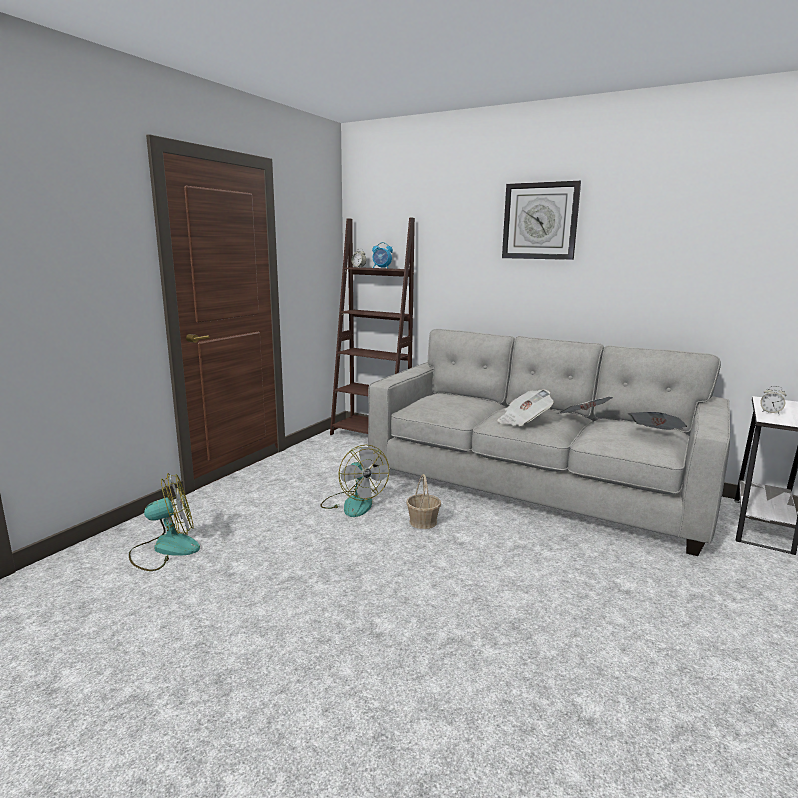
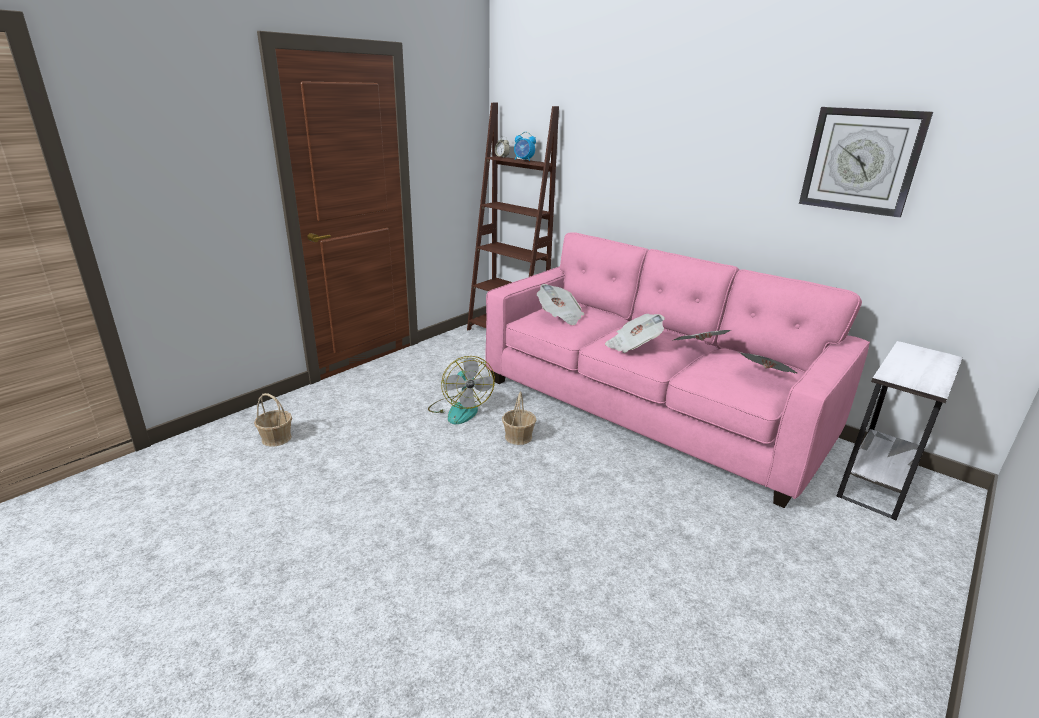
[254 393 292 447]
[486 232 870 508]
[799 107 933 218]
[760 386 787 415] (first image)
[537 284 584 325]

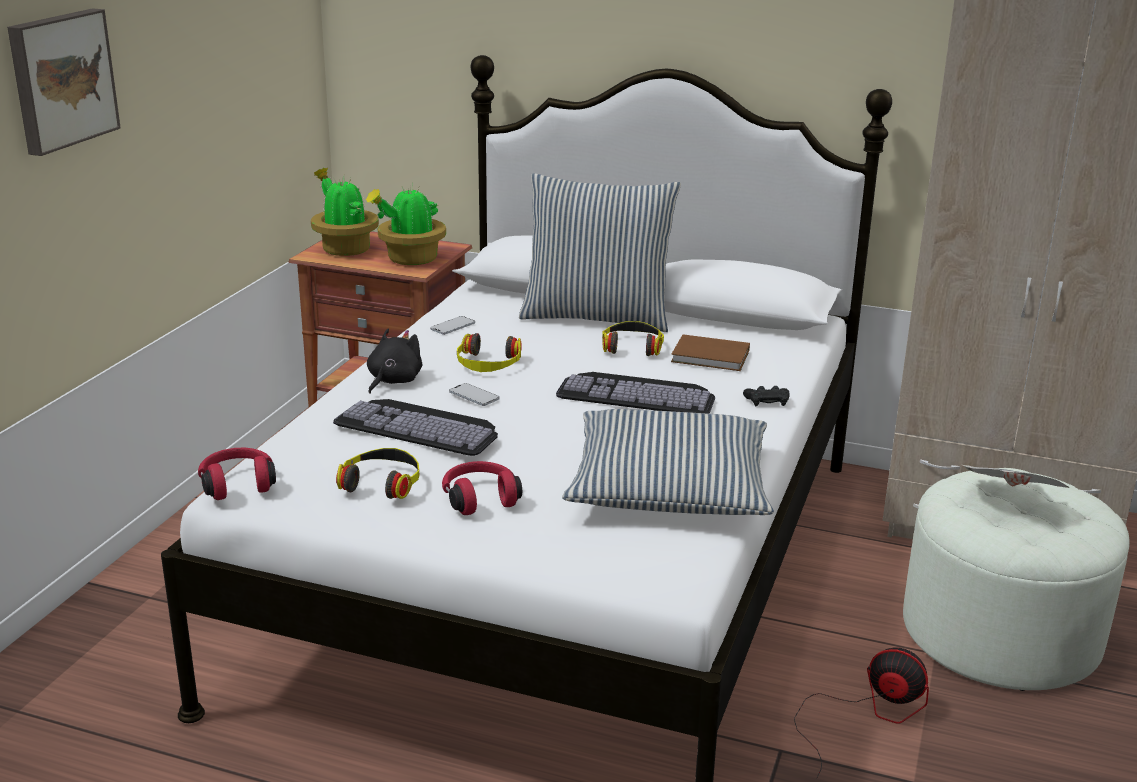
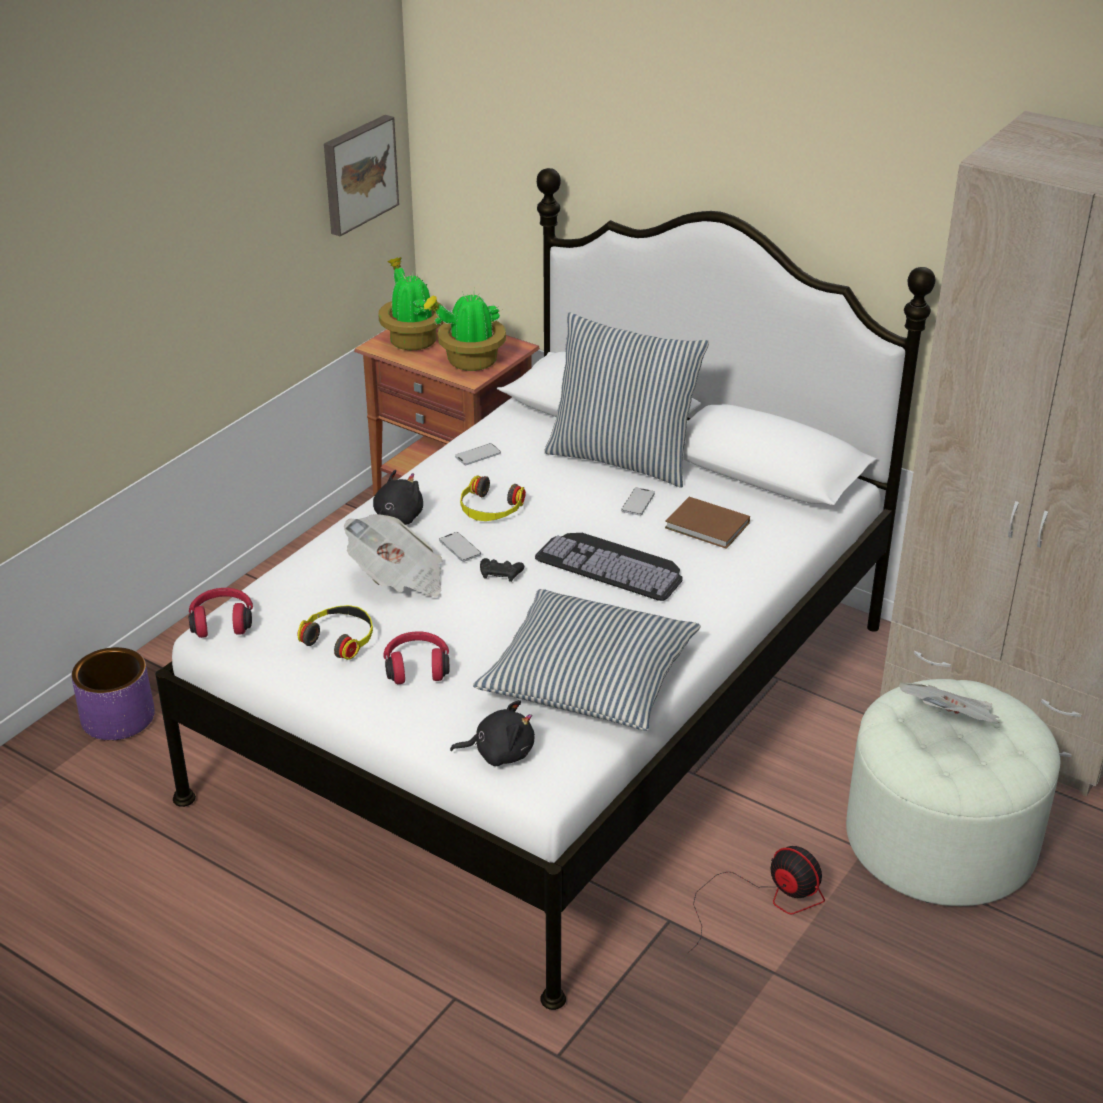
[324 115 399 236]
[344 514 442 597]
[621 487 655 516]
[480 558 524 582]
[71 647 155 741]
[450 700 535 766]

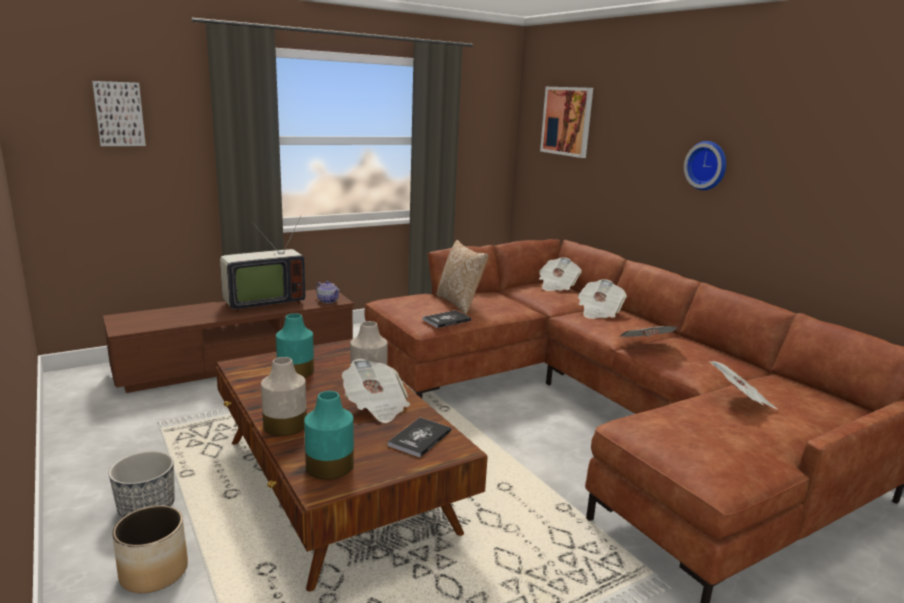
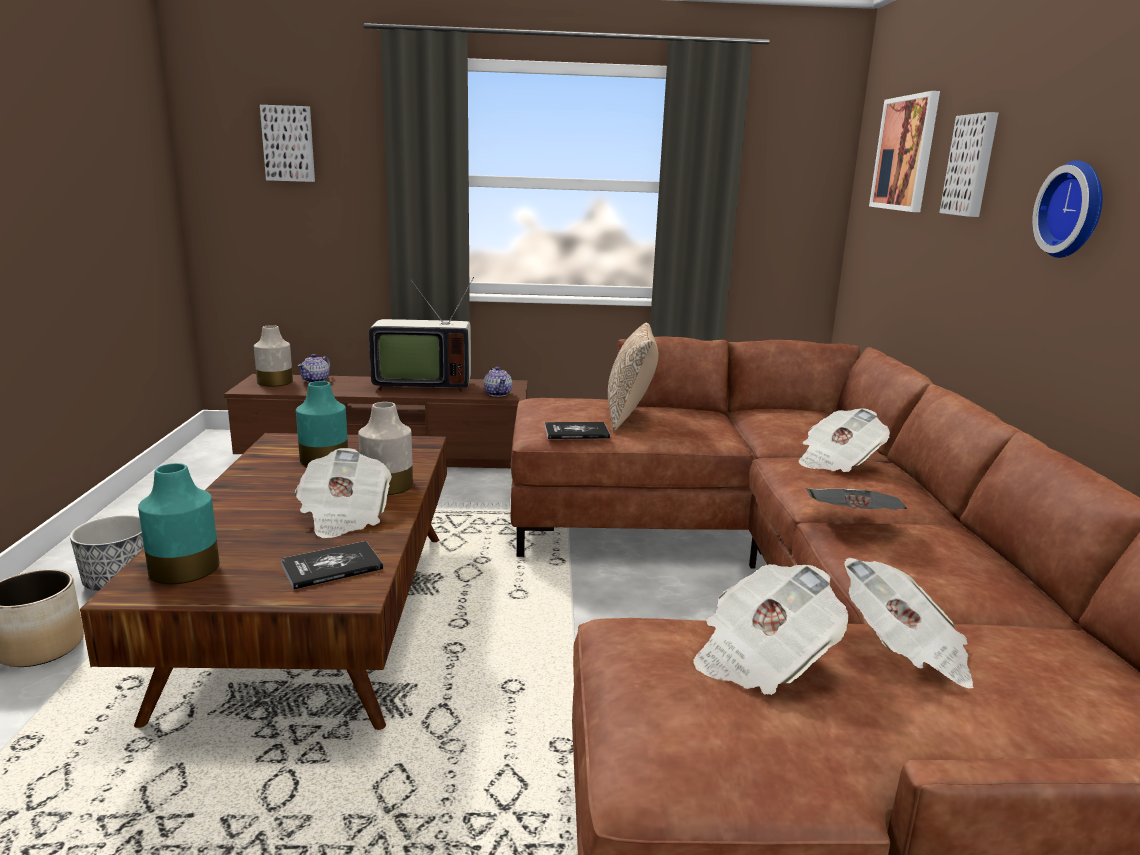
[254 325 293 386]
[693 564 848 695]
[298 354 330 383]
[940 112 998 217]

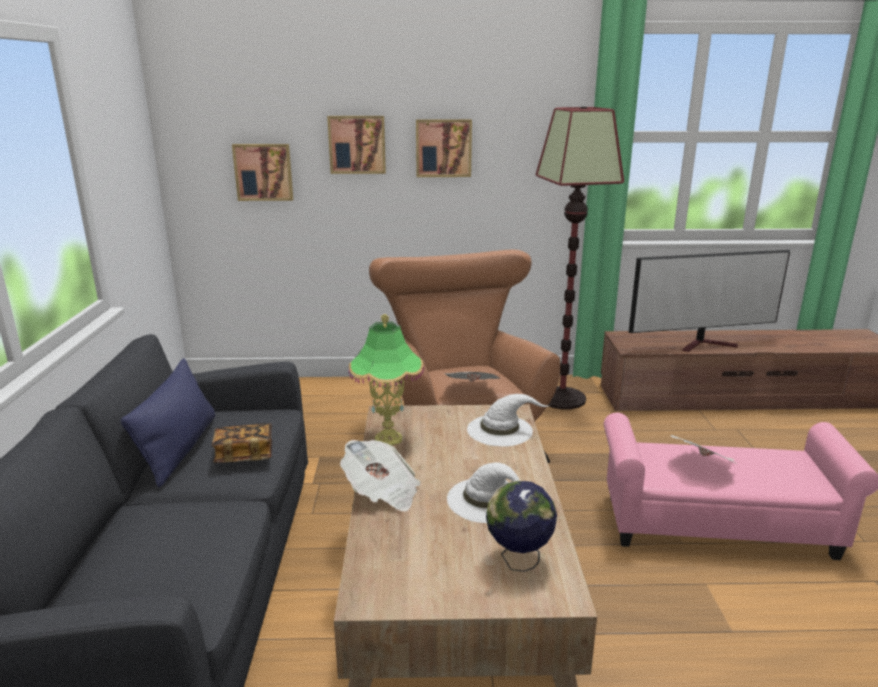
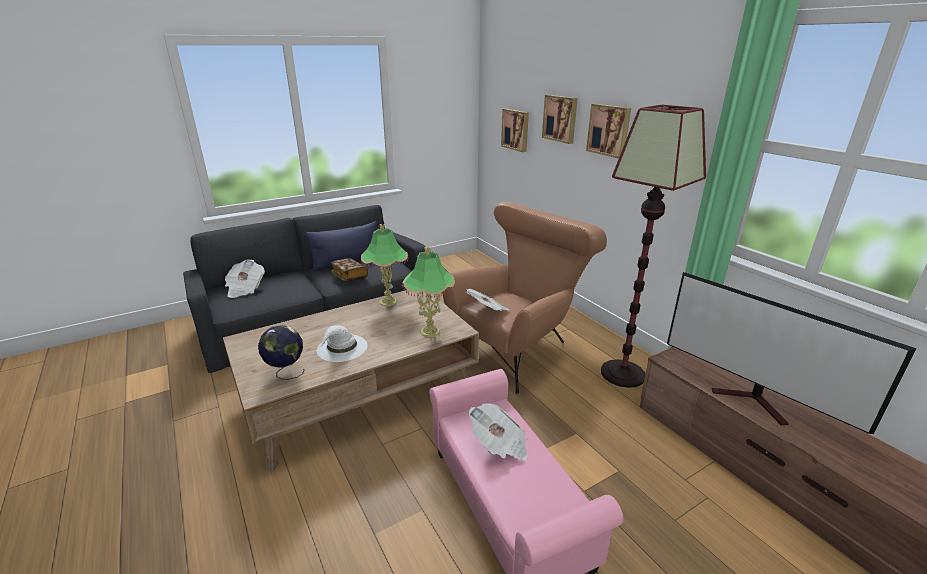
[225 260 265 298]
[402 246 456 337]

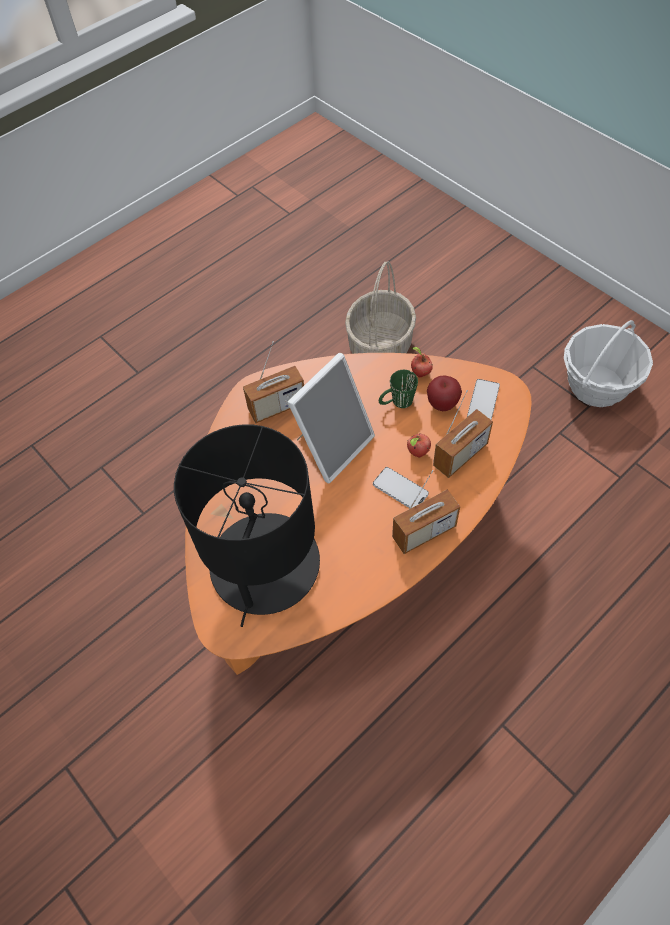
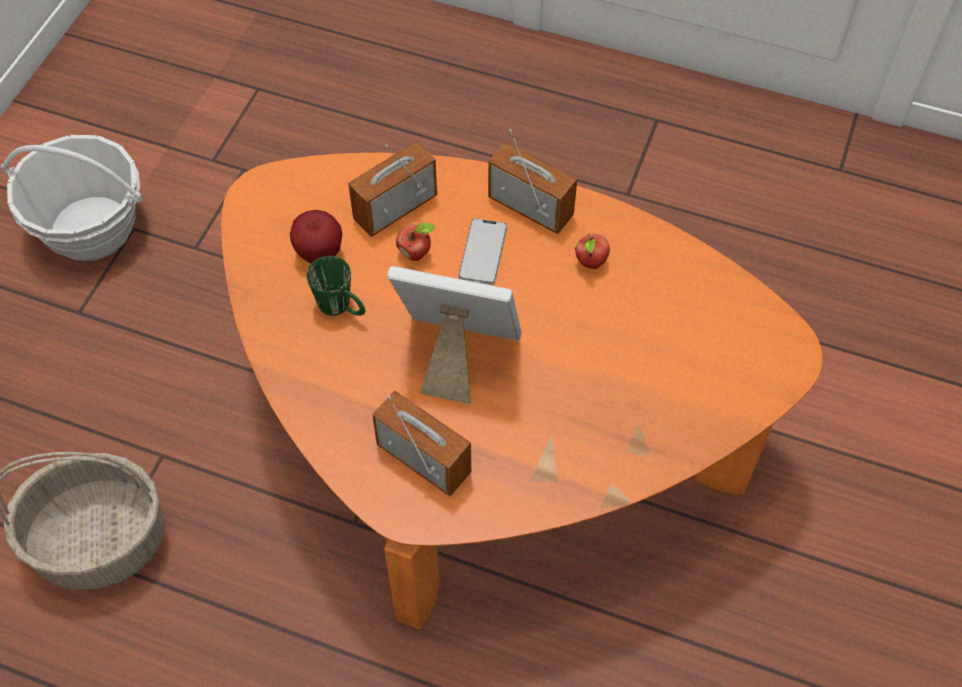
[174 424 320 627] (first image)
[575 234 610 269]
[348 141 437 237]
[467 379 500 420] (first image)

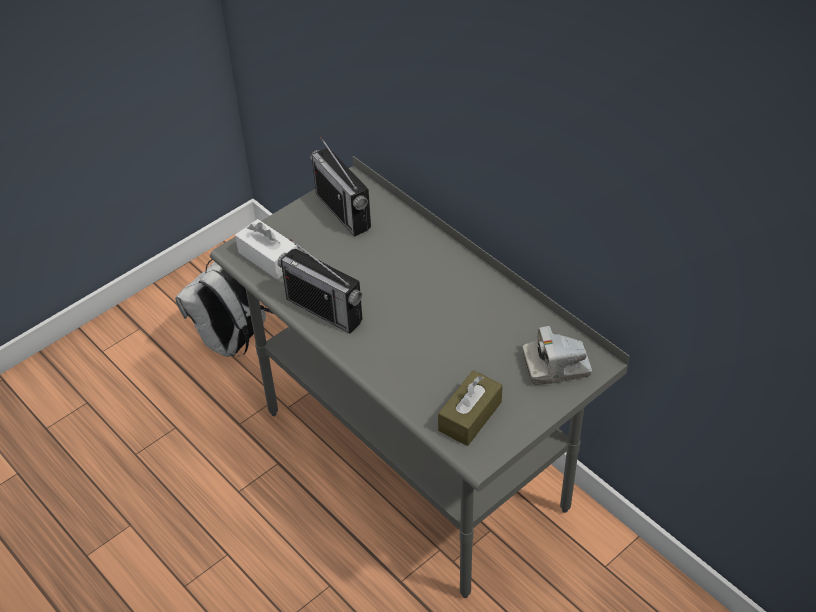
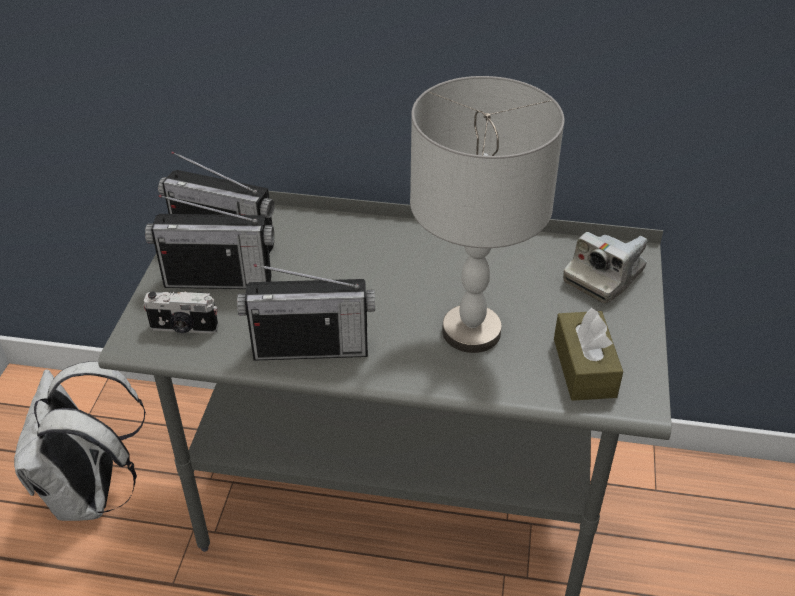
[143 292 218 334]
[145 195 274 289]
[410 76 565 353]

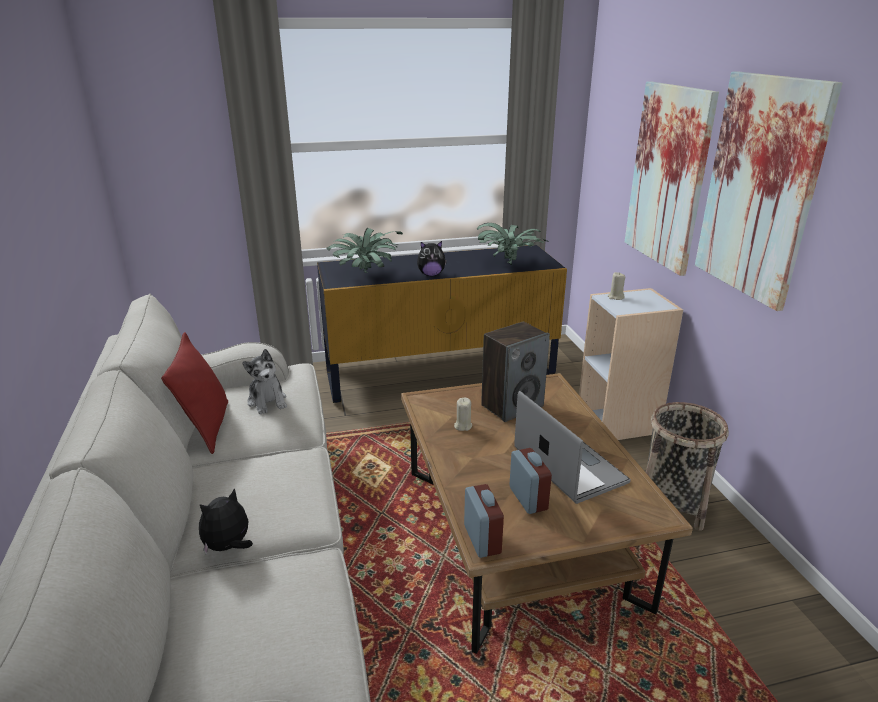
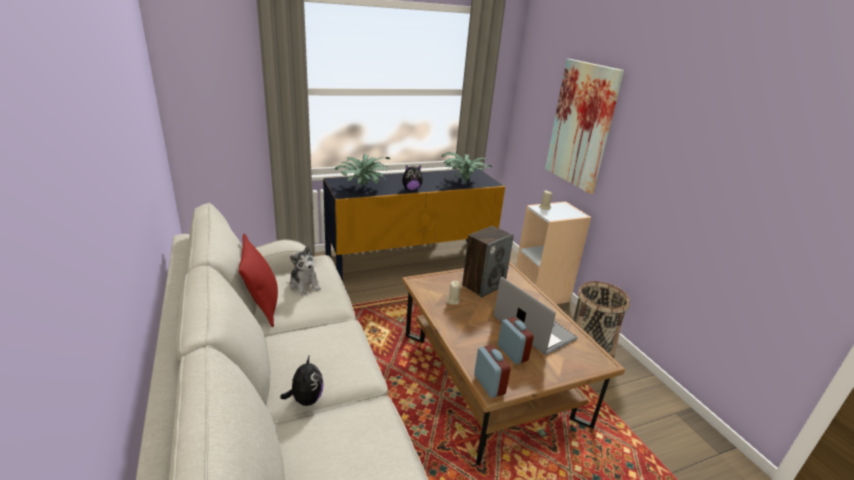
[280 356 323 406]
[695 71 842 311] (first image)

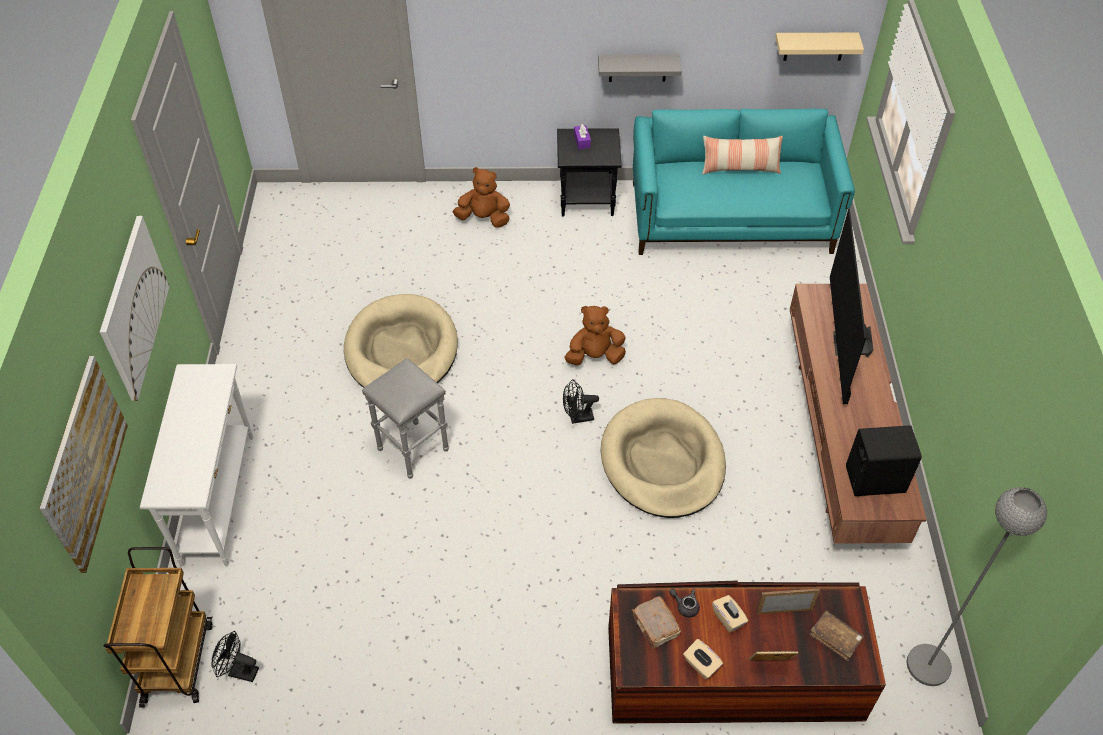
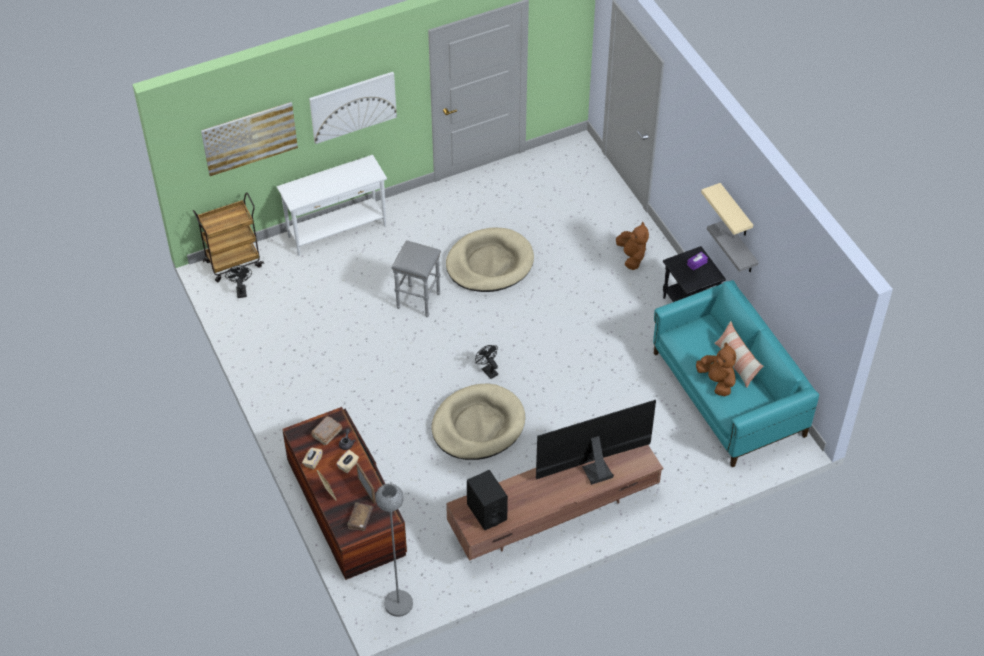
[696 342 736 396]
[701 183 753 236]

